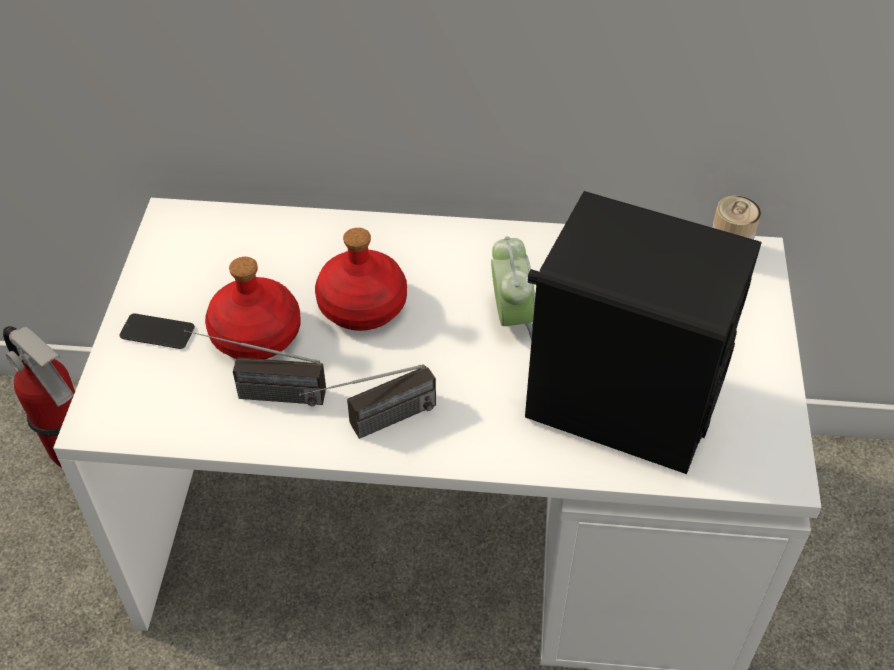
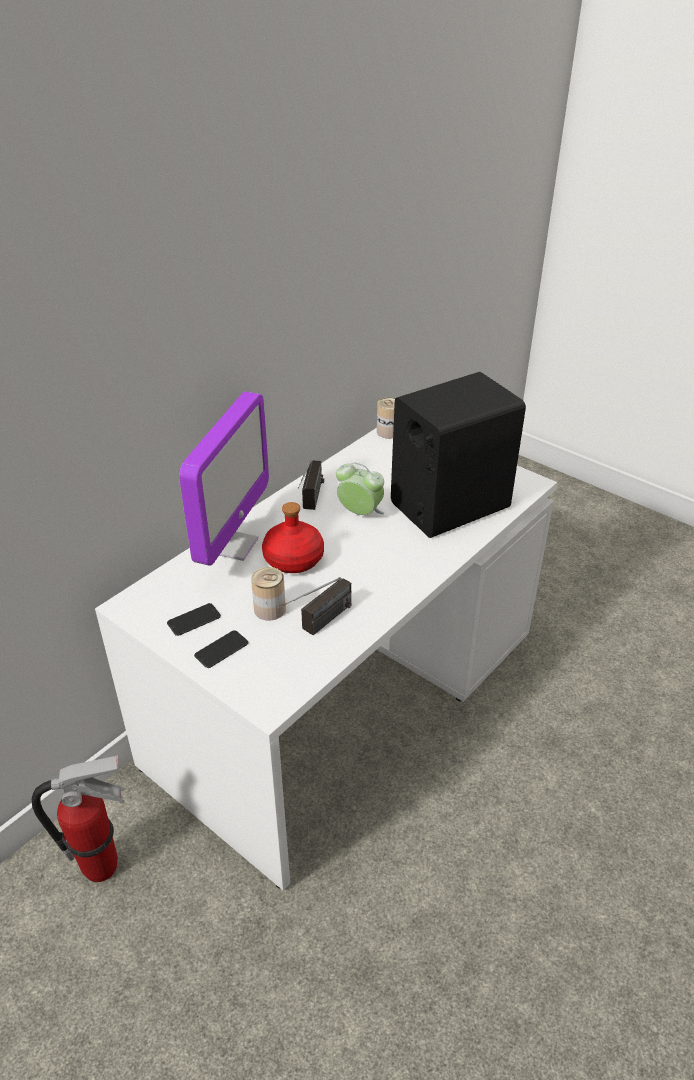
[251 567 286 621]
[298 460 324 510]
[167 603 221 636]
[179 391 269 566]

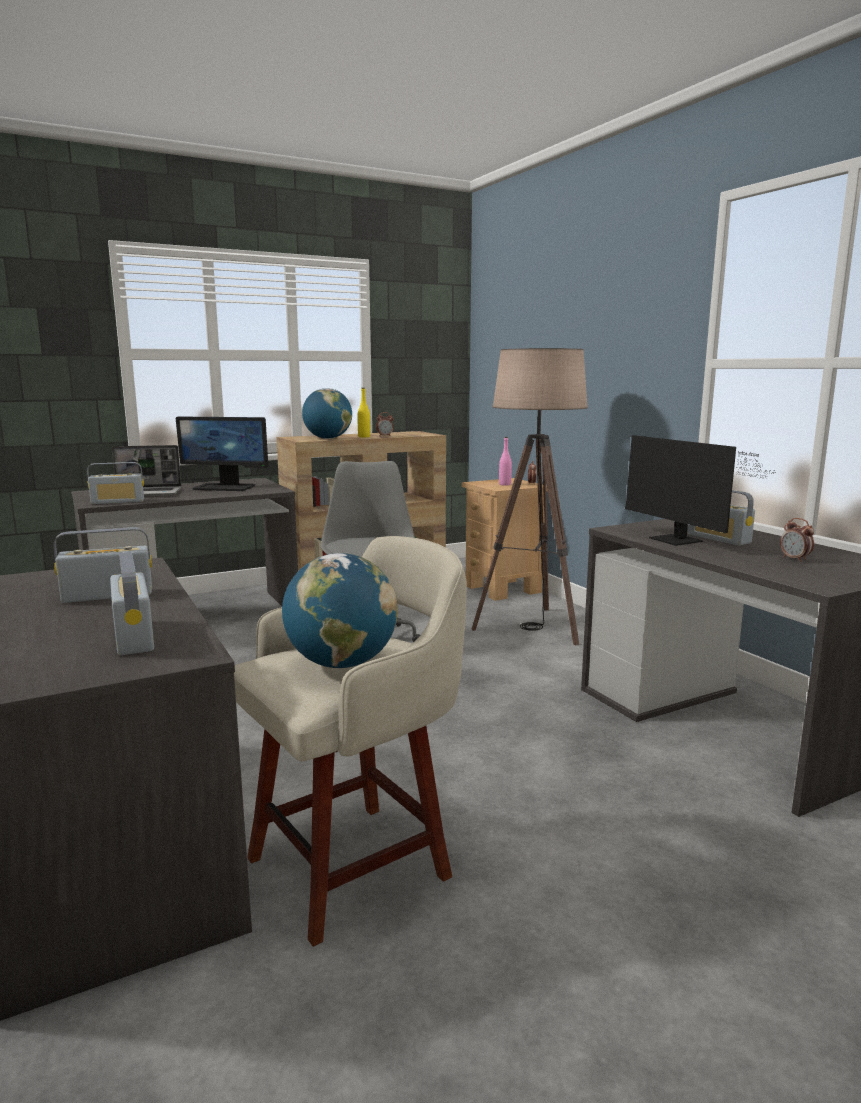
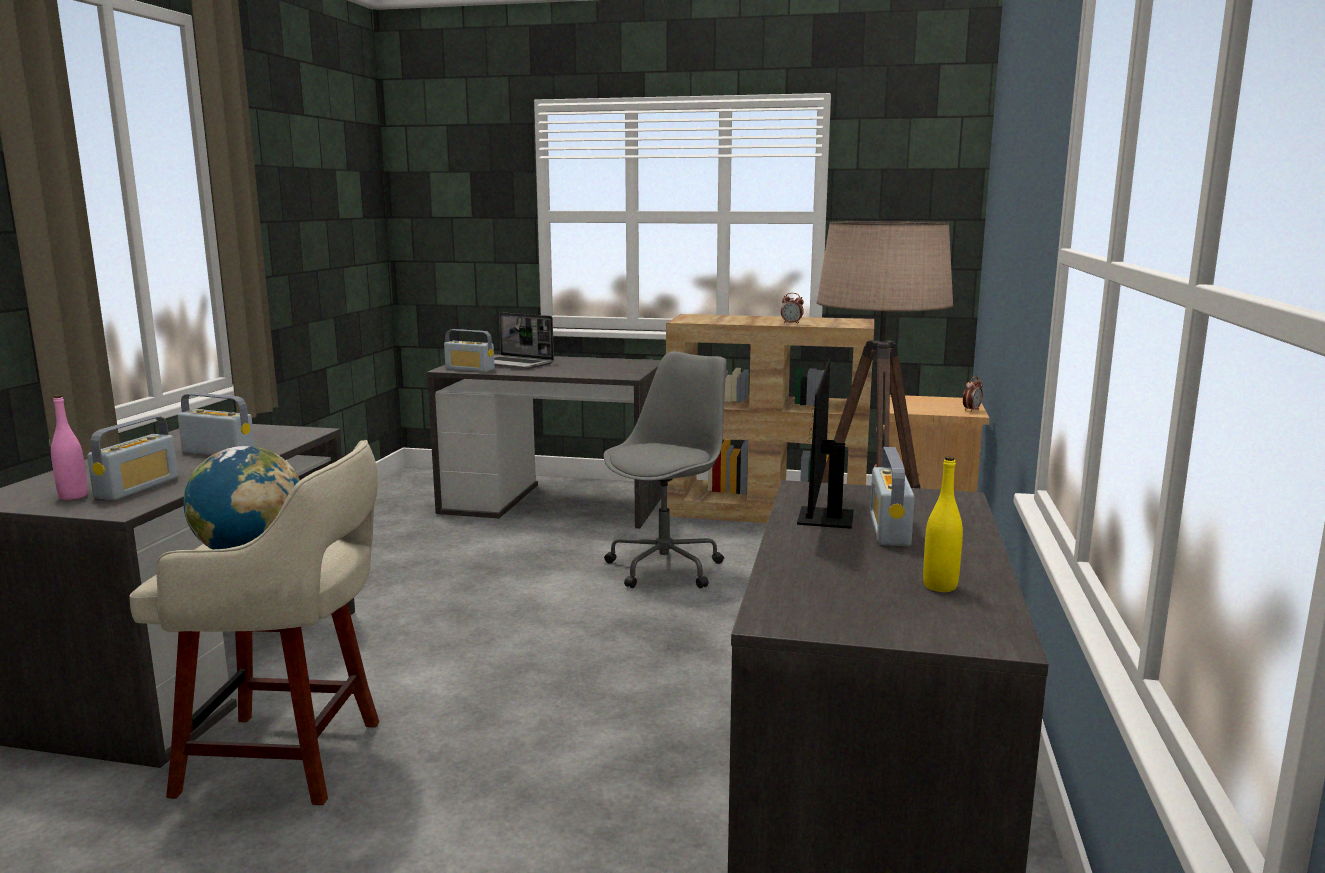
[176 417 268 491] (first image)
[302 388 352 439] (first image)
[923 456 963 592]
[51 395 88 500]
[780 518 814 562] (first image)

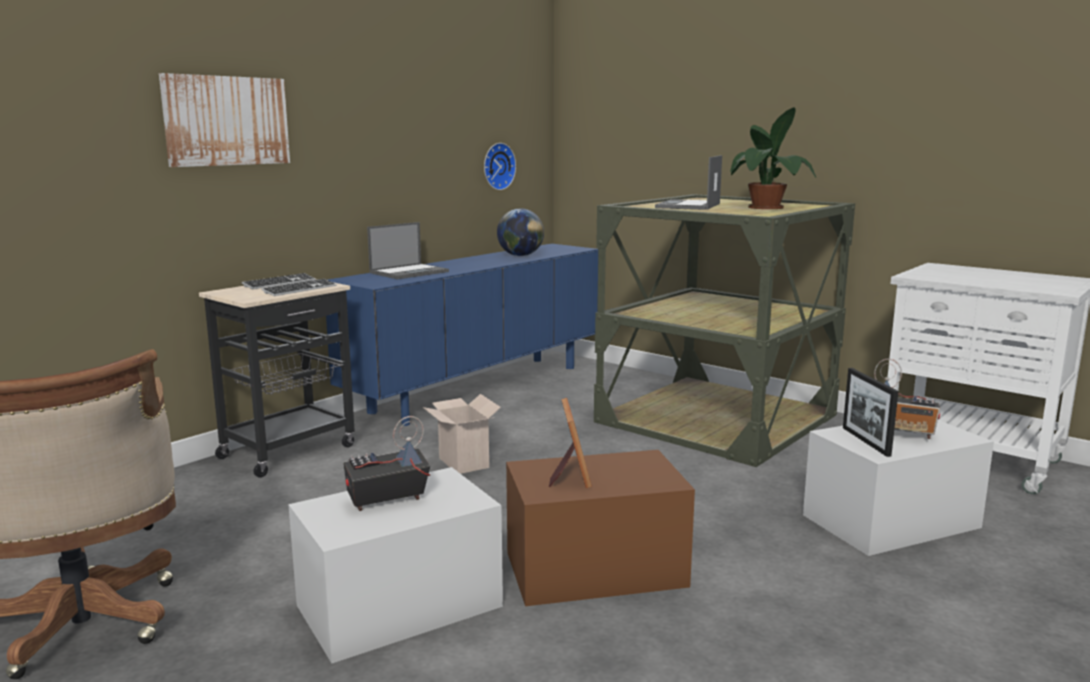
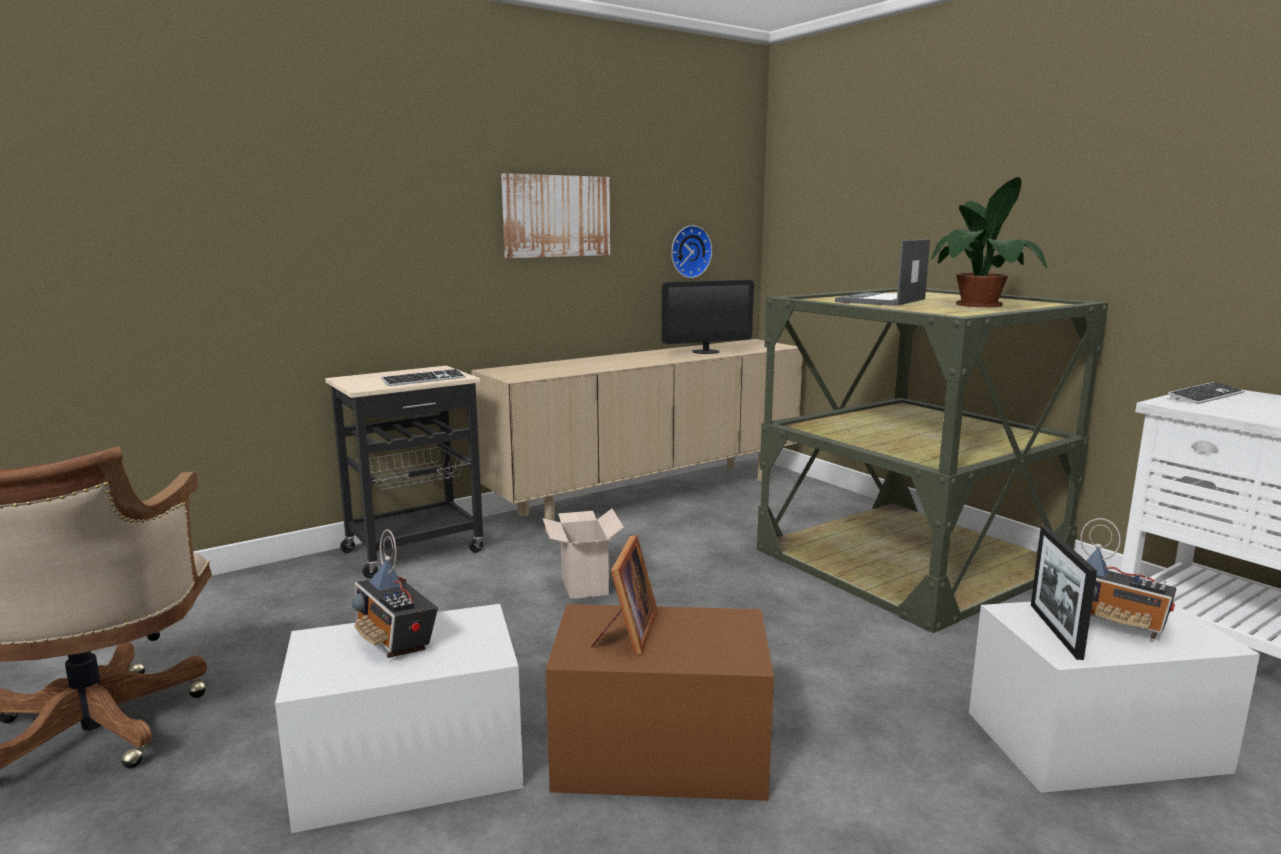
[501 173 610 258]
[1168 382 1244 404]
[471 339 803 533]
[352 529 438 658]
[367 222 449 279] (first image)
[661 280 754 354]

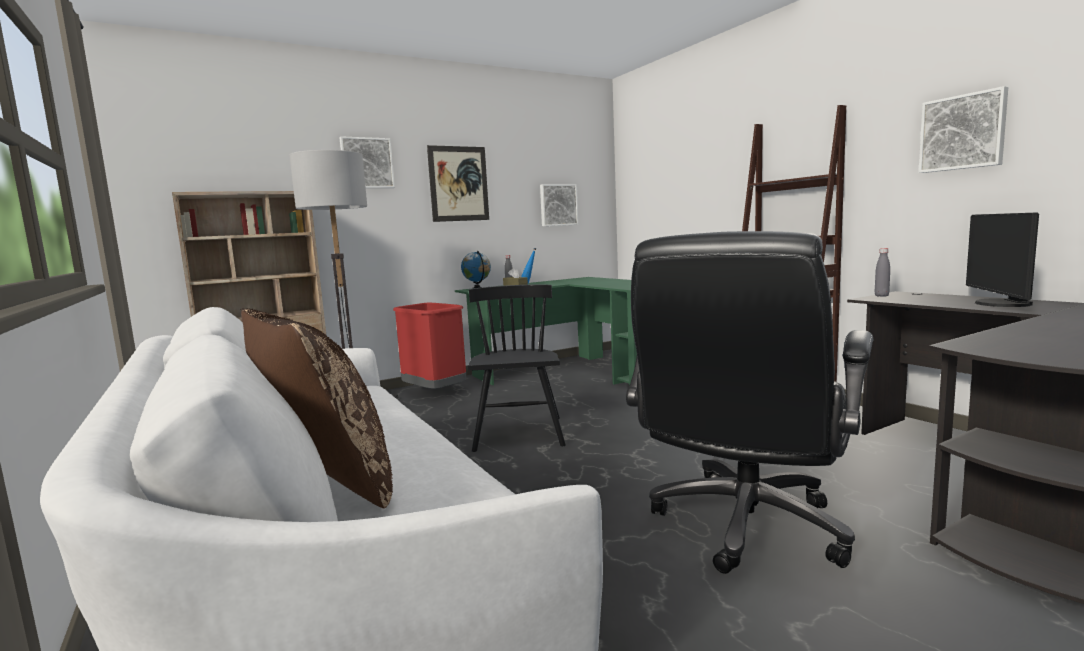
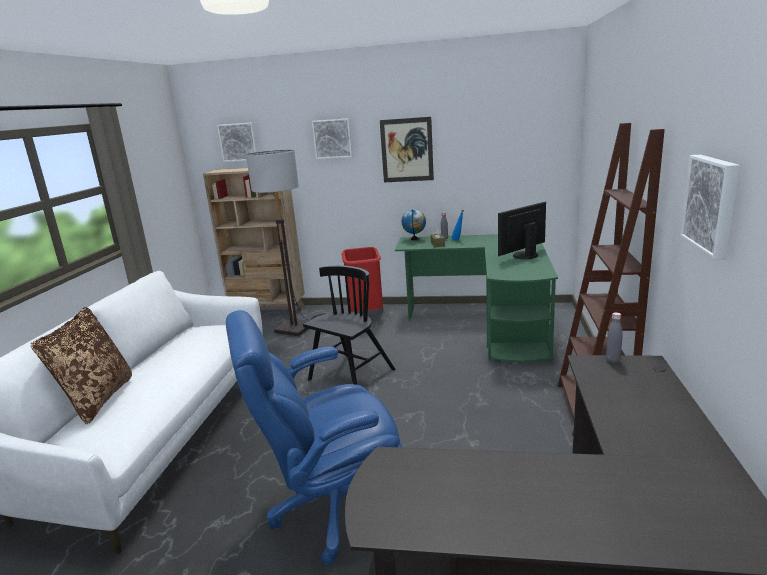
[217 122 257 162]
[226 310 403 565]
[498 202 546 259]

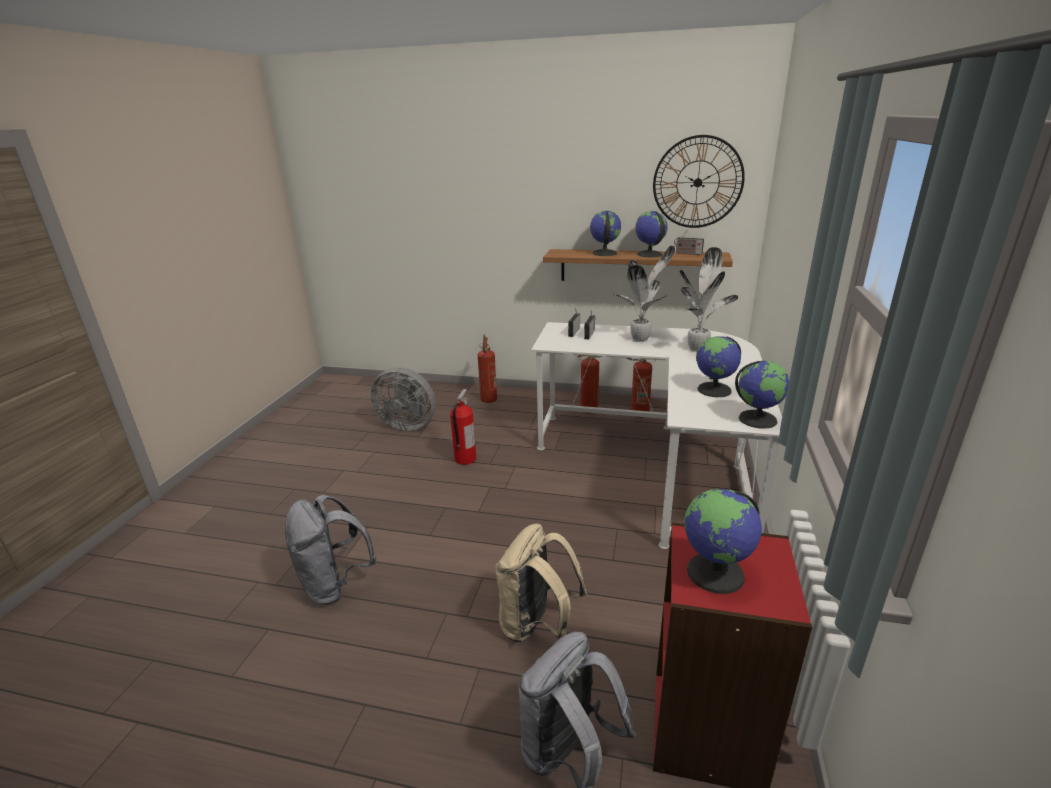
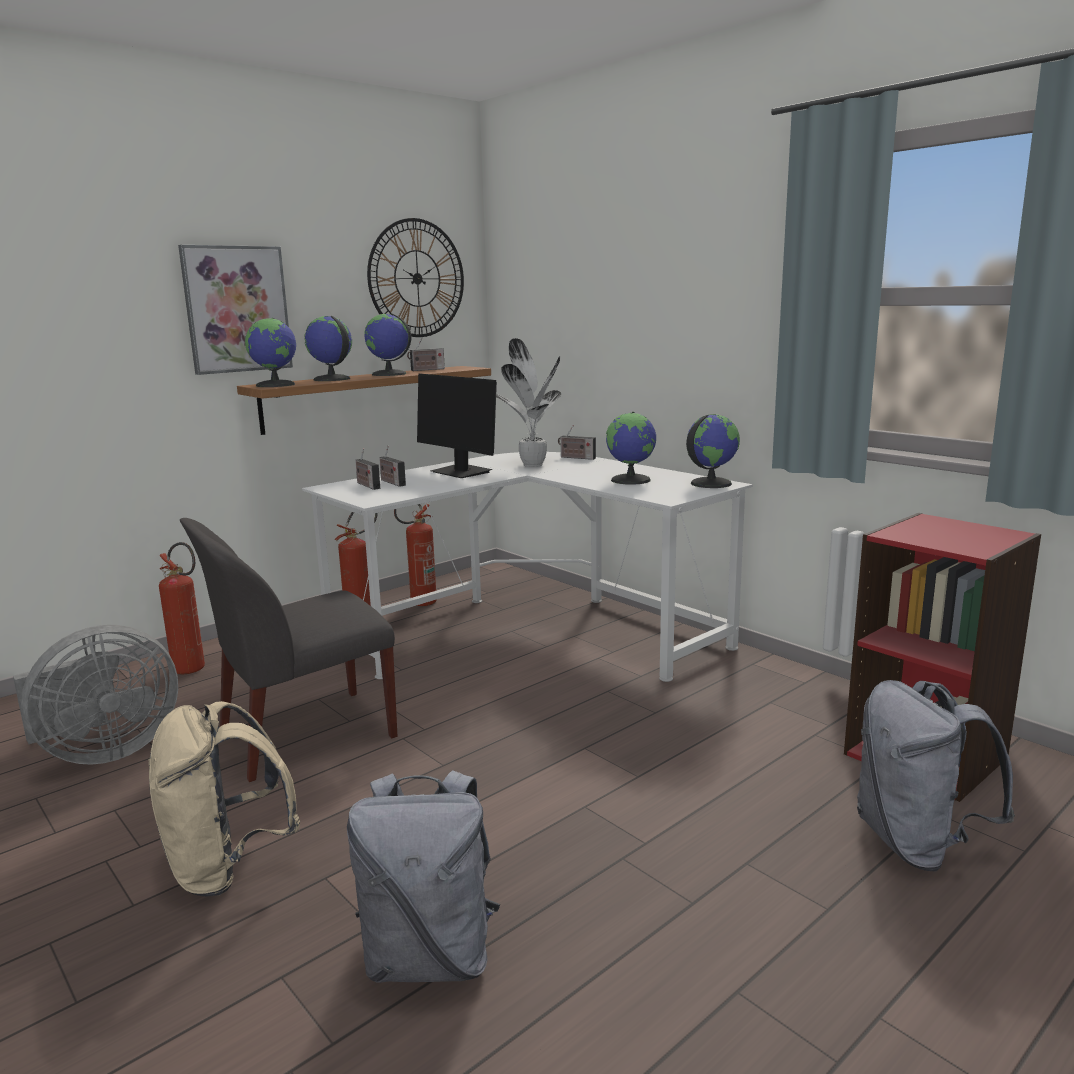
[180 518 397 782]
[148 701 300 896]
[417 374 497 478]
[245 318 296 387]
[178 245 293 375]
[558 425 596 460]

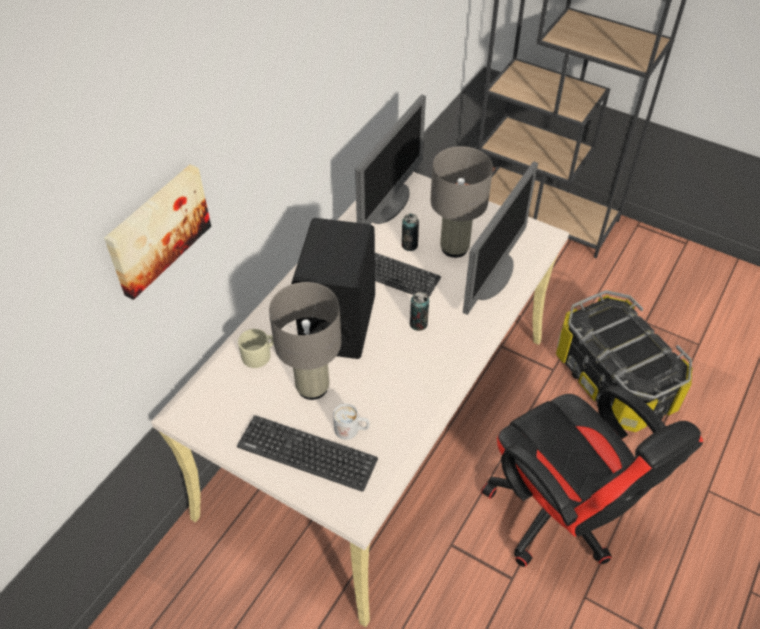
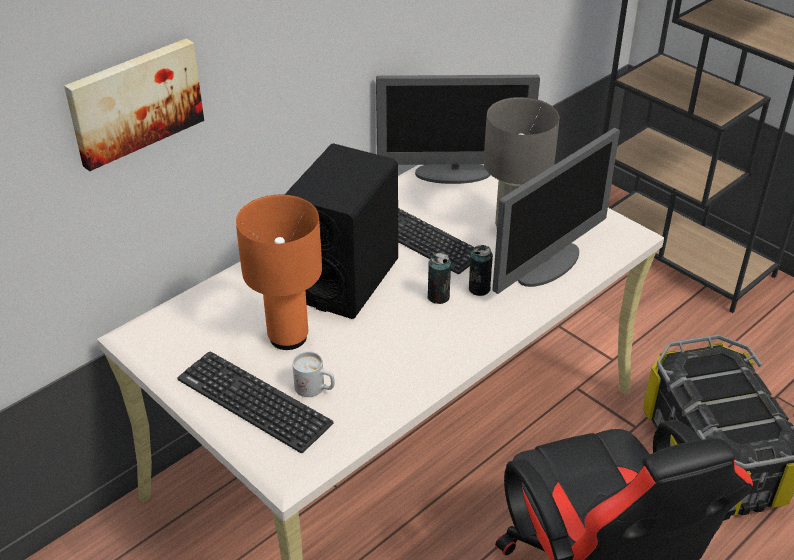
[238 329 274 368] (first image)
[236 195 322 350]
[376 75 540 184]
[469 245 493 296]

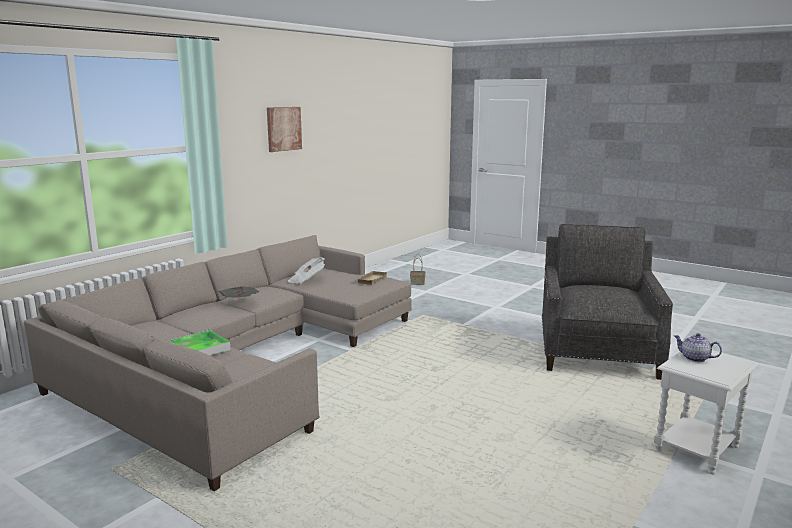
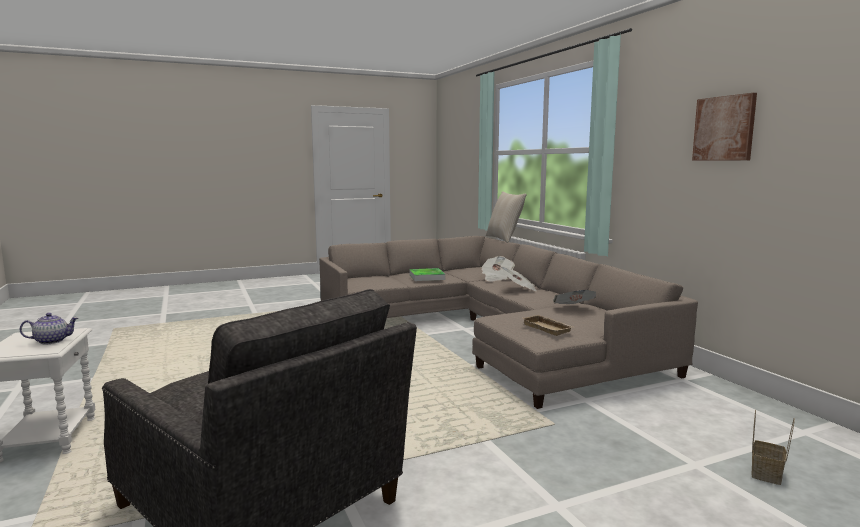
[481 256 515 282]
[486 191 527 243]

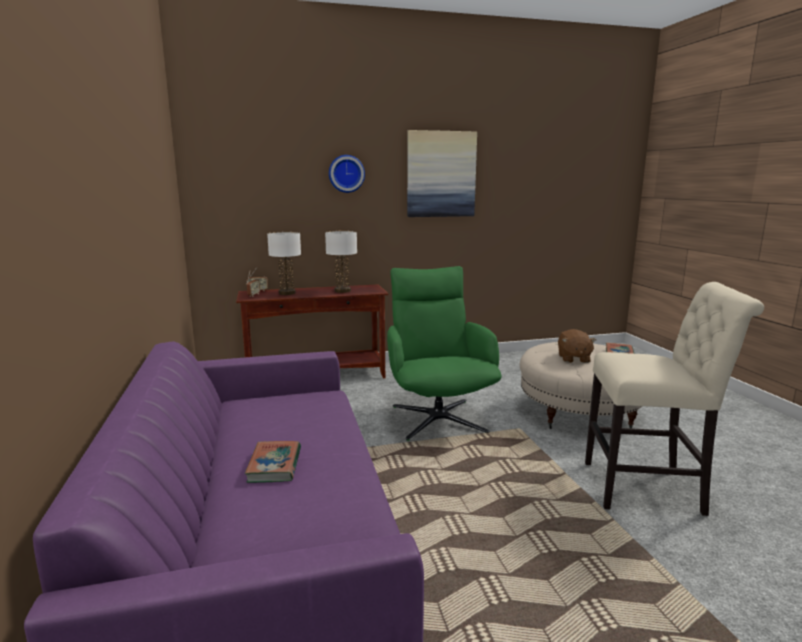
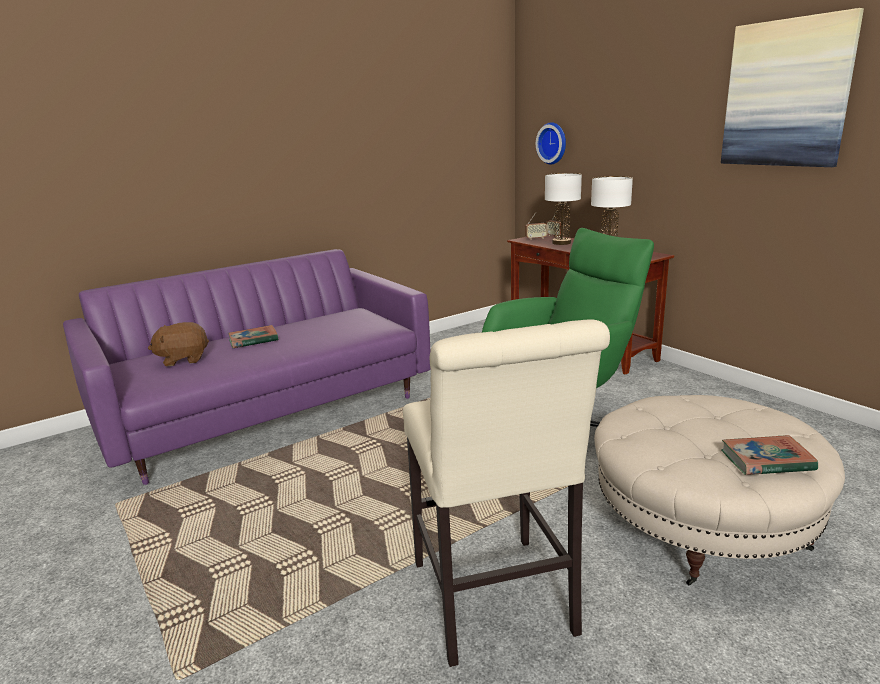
[536 122 566 165]
[148 322 209 367]

